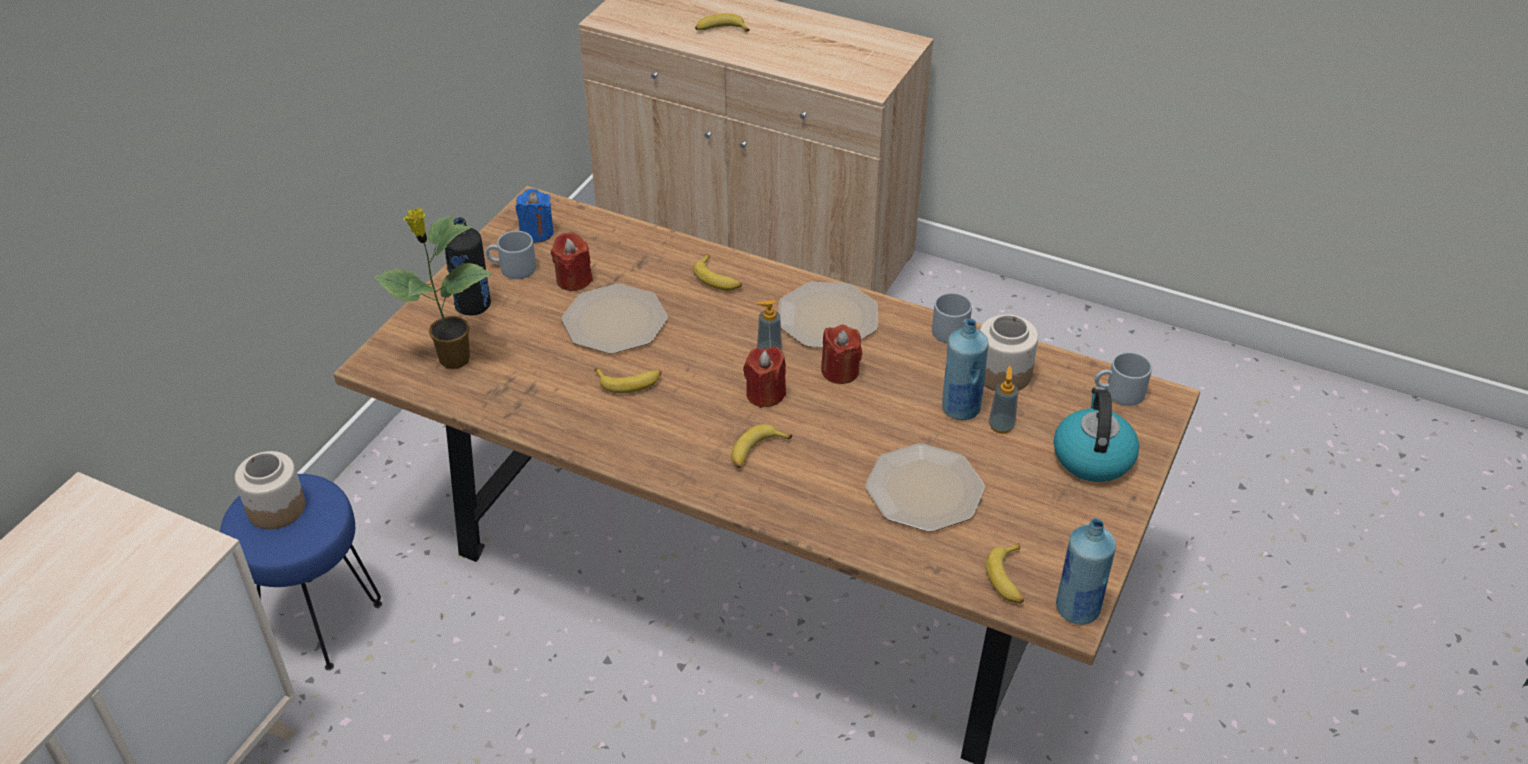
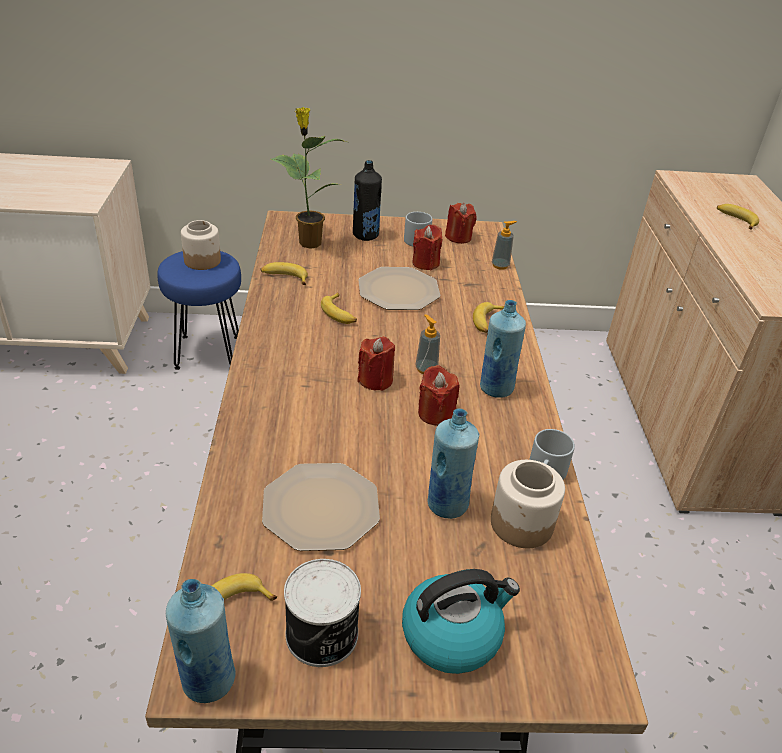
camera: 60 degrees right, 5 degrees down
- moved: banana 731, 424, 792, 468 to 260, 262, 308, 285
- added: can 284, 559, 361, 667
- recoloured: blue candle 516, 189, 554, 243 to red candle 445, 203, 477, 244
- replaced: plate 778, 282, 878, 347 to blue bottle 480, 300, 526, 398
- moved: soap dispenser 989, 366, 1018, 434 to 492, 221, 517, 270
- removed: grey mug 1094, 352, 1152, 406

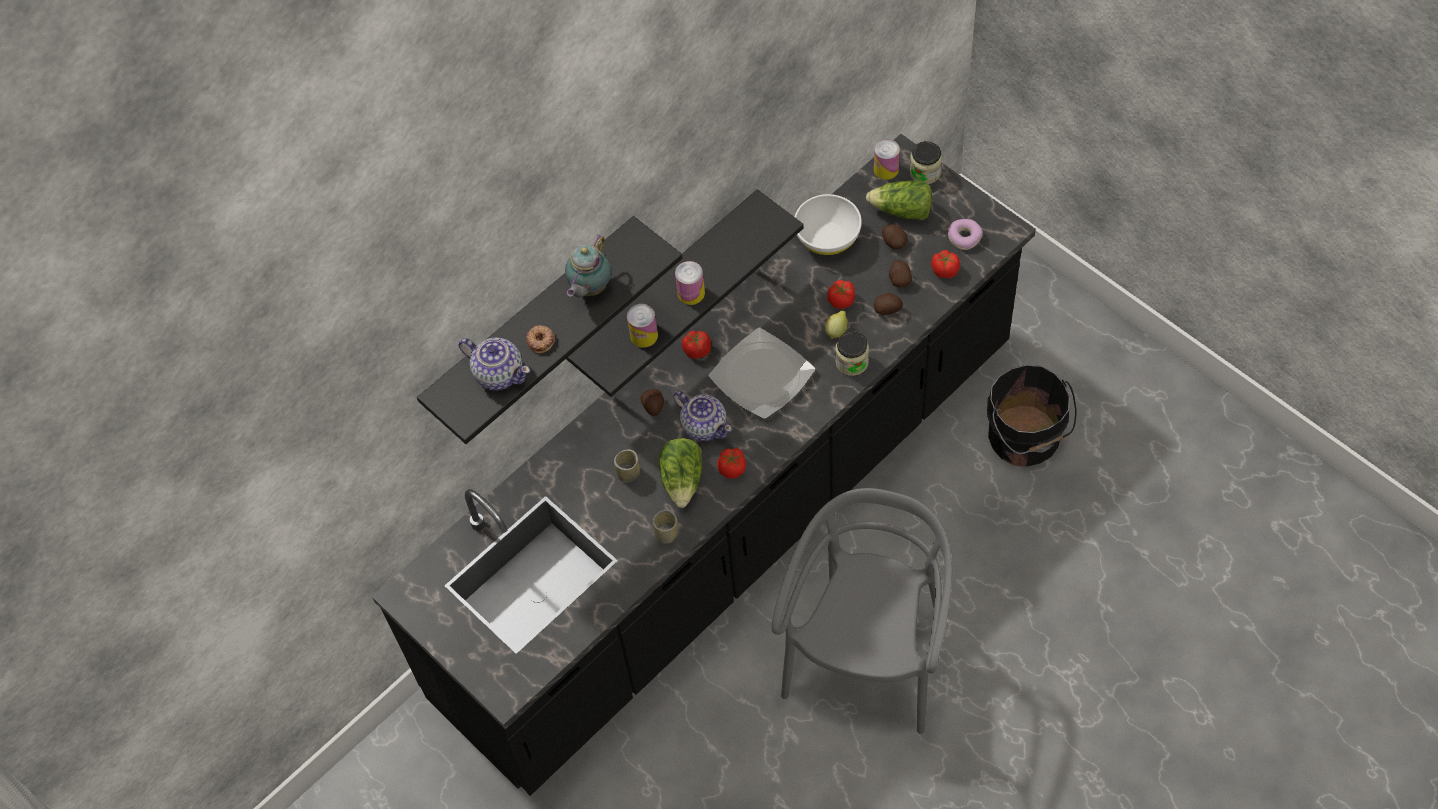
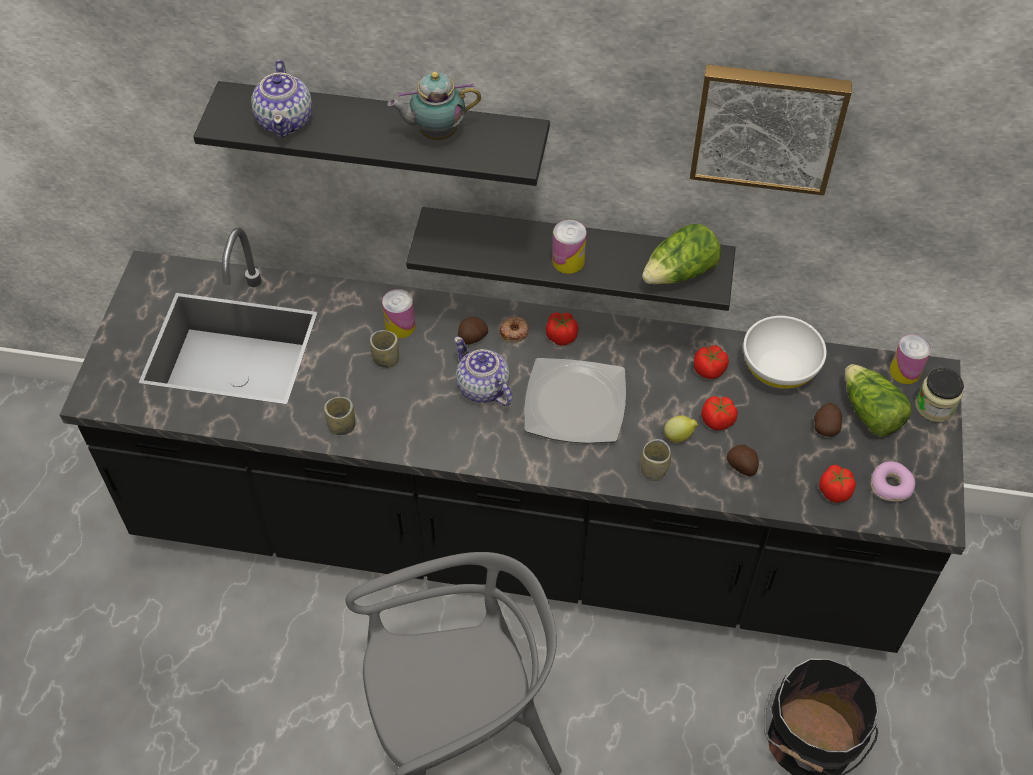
camera: 50 degrees right, 5 degrees down
- moved: can 627, 304, 658, 348 to 382, 289, 415, 338
- turned: teapot 673, 391, 732, 441 = 454, 337, 512, 406 135 degrees clockwise
- moved: donut 526, 325, 555, 353 to 500, 317, 529, 342
- replaced: jar 835, 331, 869, 376 to cup 640, 439, 671, 481
- moved: lettuce 659, 438, 702, 508 to 642, 224, 721, 284
- added: picture 690, 65, 852, 196
- moved: tomato 717, 448, 746, 479 to 694, 345, 729, 379
- removed: potato 889, 260, 912, 287

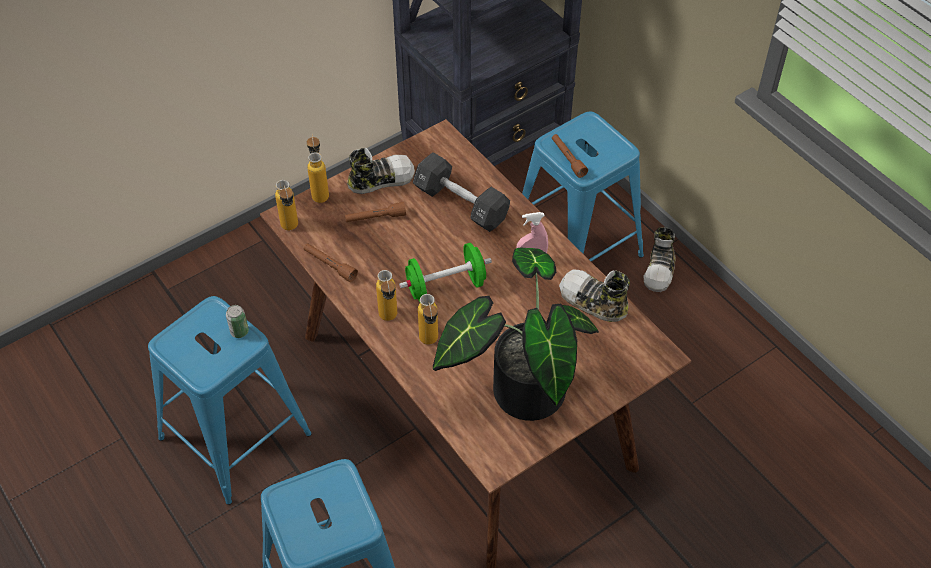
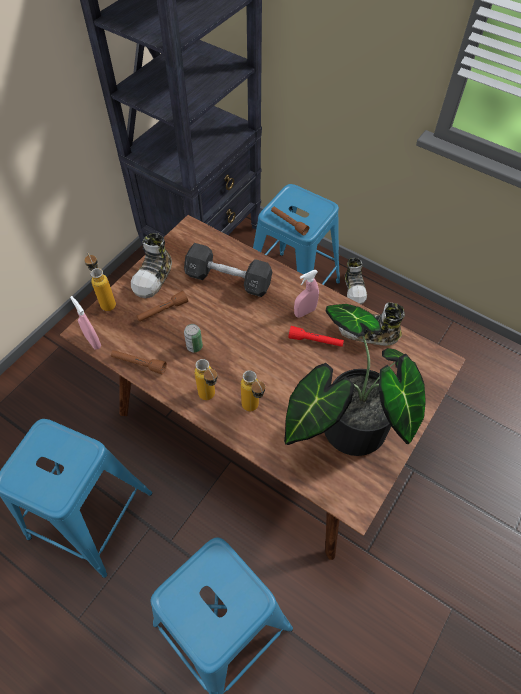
camera: 20 degrees left, 5 degrees up
- replaced: bottle 275, 180, 298, 230 to pink spray bottle 70, 296, 101, 350
- turned: shoe 347, 148, 415, 194 = 131, 233, 172, 298 150 degrees clockwise
- moved: can 226, 305, 249, 338 to 184, 324, 203, 353
- added: red flashlight 288, 326, 344, 347
- removed: green dumbbell 399, 243, 492, 302

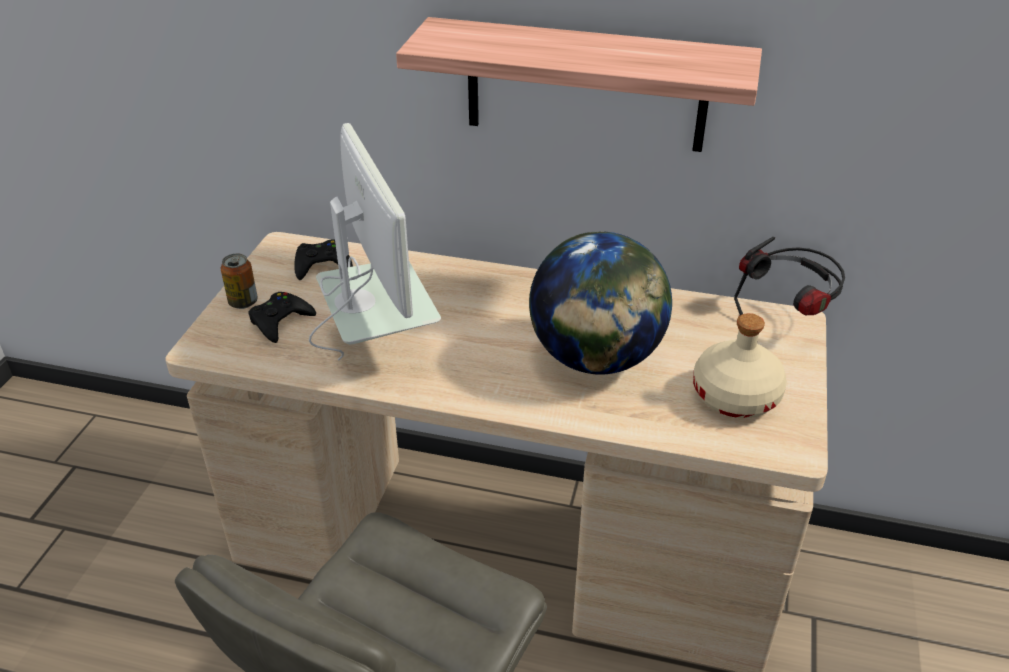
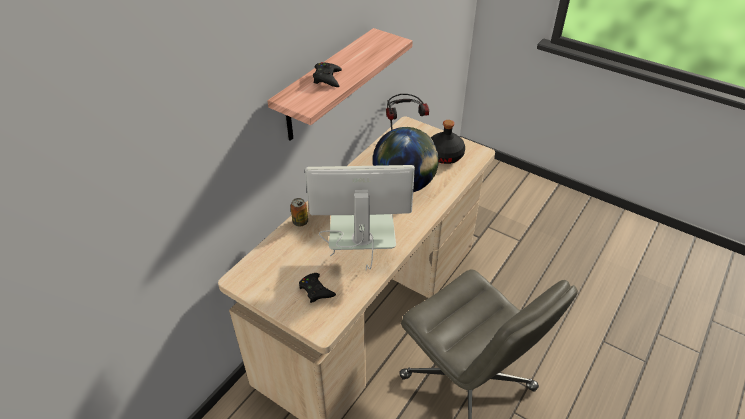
camera: 70 degrees left, 5 degrees up
- moved: can 221, 254, 258, 309 to 290, 198, 308, 227
- moved: black game controller 294, 240, 353, 280 to 313, 62, 342, 87
- recoloured: beige bottle 693, 313, 787, 418 to black bottle 431, 120, 465, 164

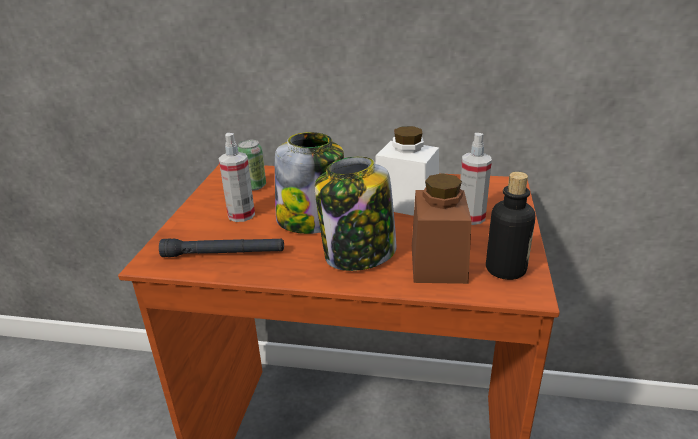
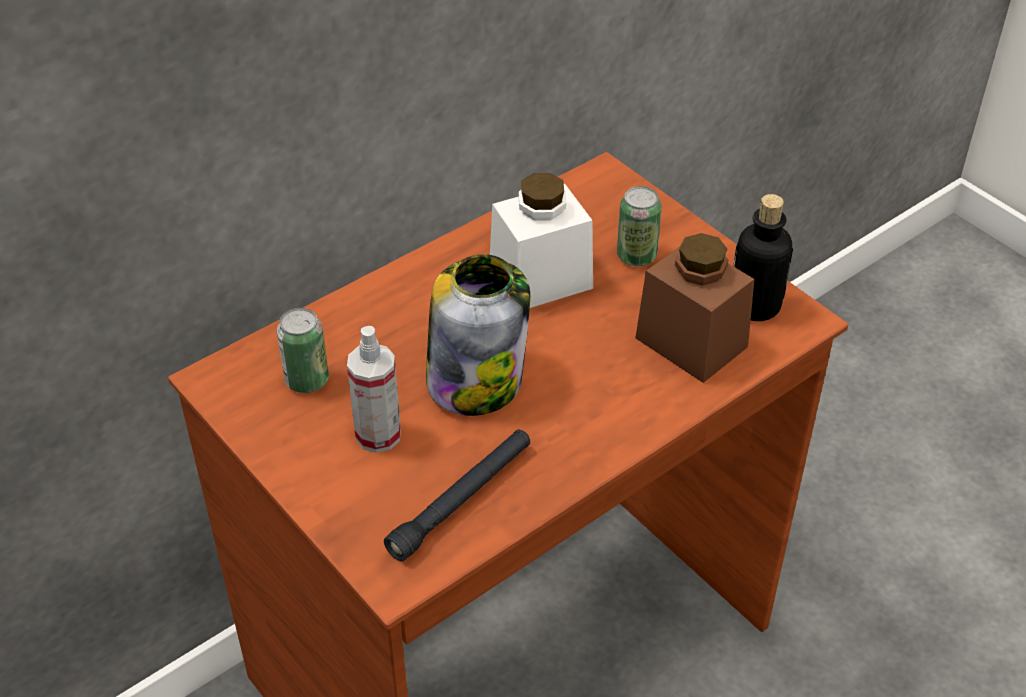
camera: 50 degrees left, 15 degrees up
- replaced: spray bottle 460, 133, 492, 225 to can 617, 186, 662, 266
- removed: jar 315, 156, 397, 271

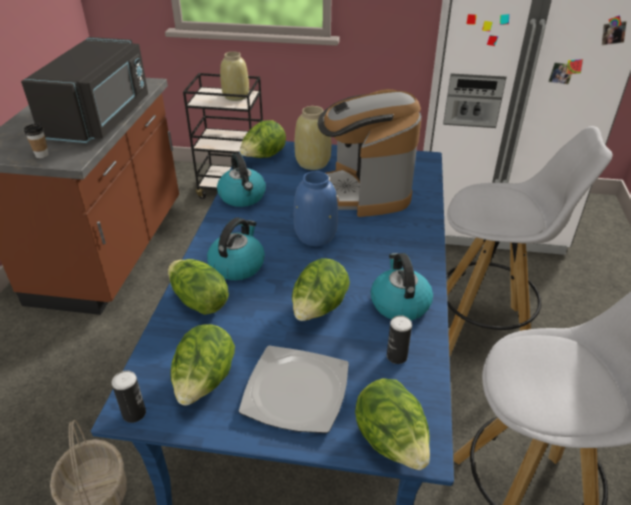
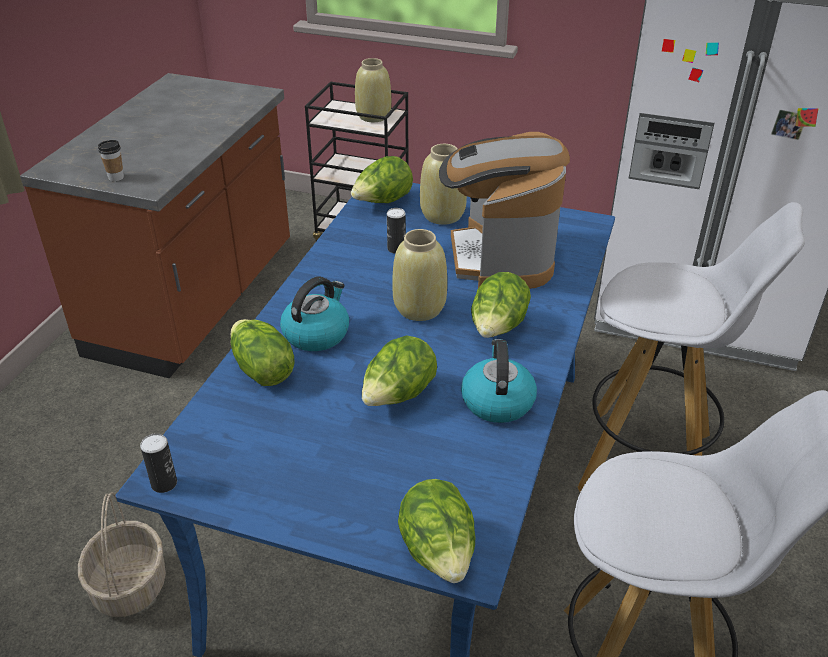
camera: 10 degrees right, 0 degrees up
- moved: can 387, 315, 412, 364 to 387, 208, 406, 254
- recoloured: blue vase 294, 171, 338, 246 to beige vase 392, 229, 447, 321
- moved: lettuce 170, 324, 235, 406 to 471, 272, 531, 338
- removed: black microwave 21, 37, 148, 143
- removed: kettle 217, 153, 266, 207
- removed: plate 239, 346, 349, 433

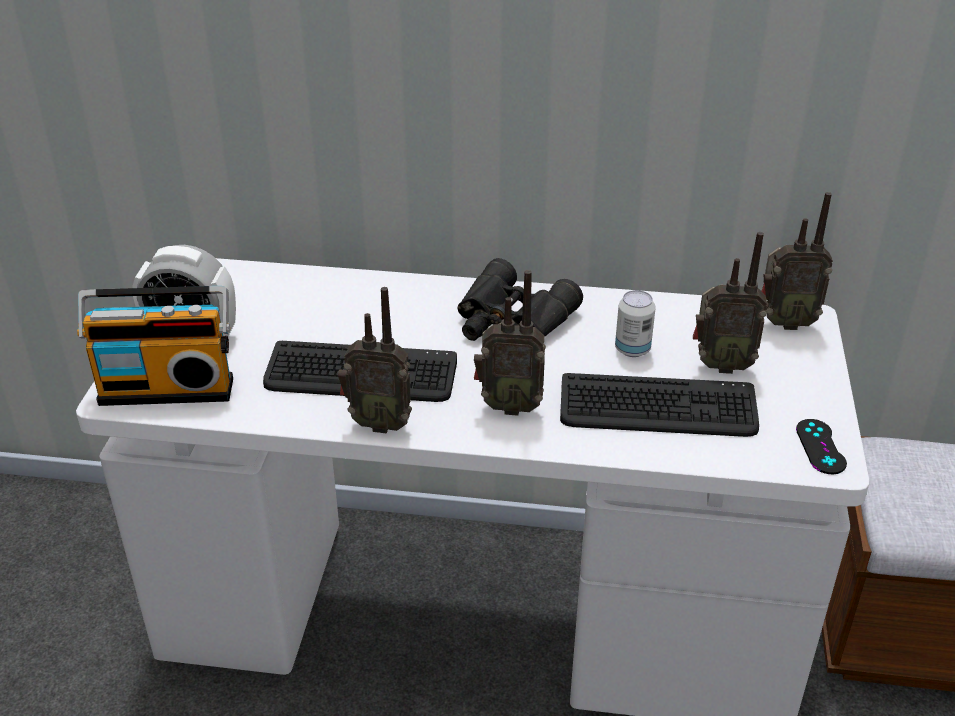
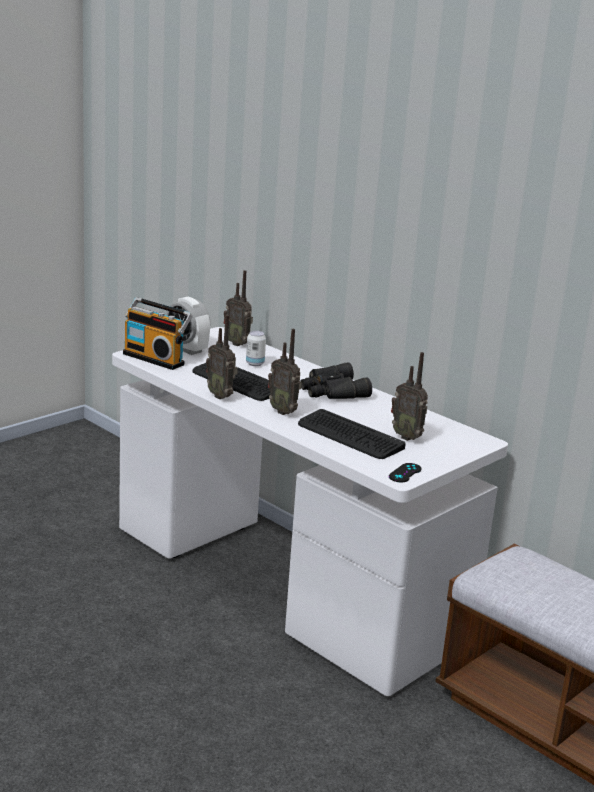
camera: 35 degrees right, 15 degrees down
- moved: radio 762, 192, 833, 330 to 224, 270, 253, 346
- moved: can 615, 290, 656, 357 to 246, 331, 266, 366

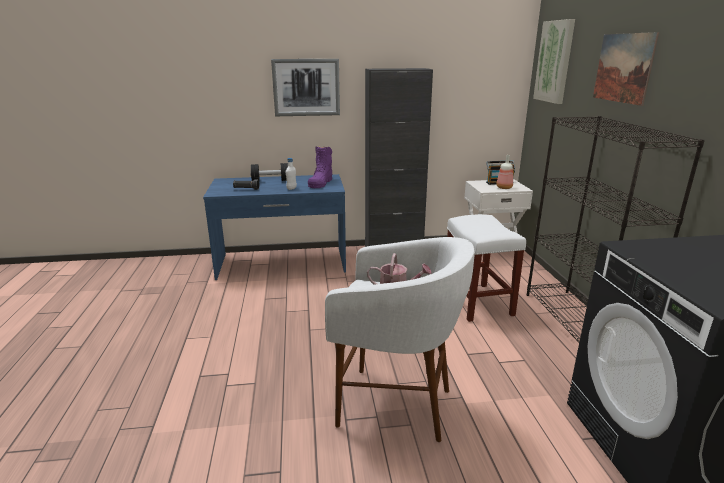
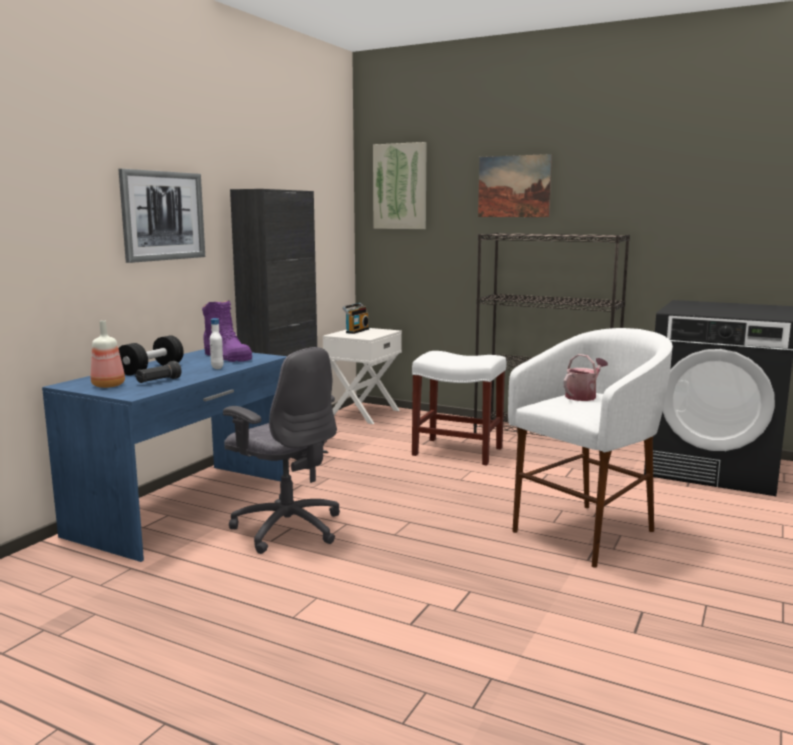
camera: 55 degrees left, 10 degrees down
- moved: bottle 496, 155, 513, 189 to 91, 320, 125, 388
- added: grey office chair 223, 347, 340, 554

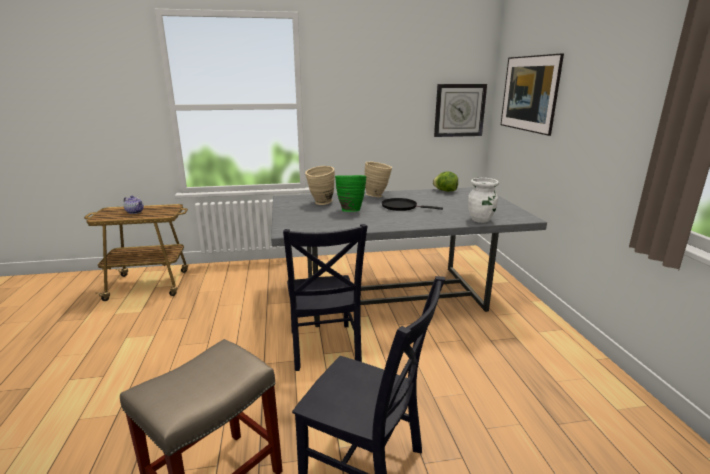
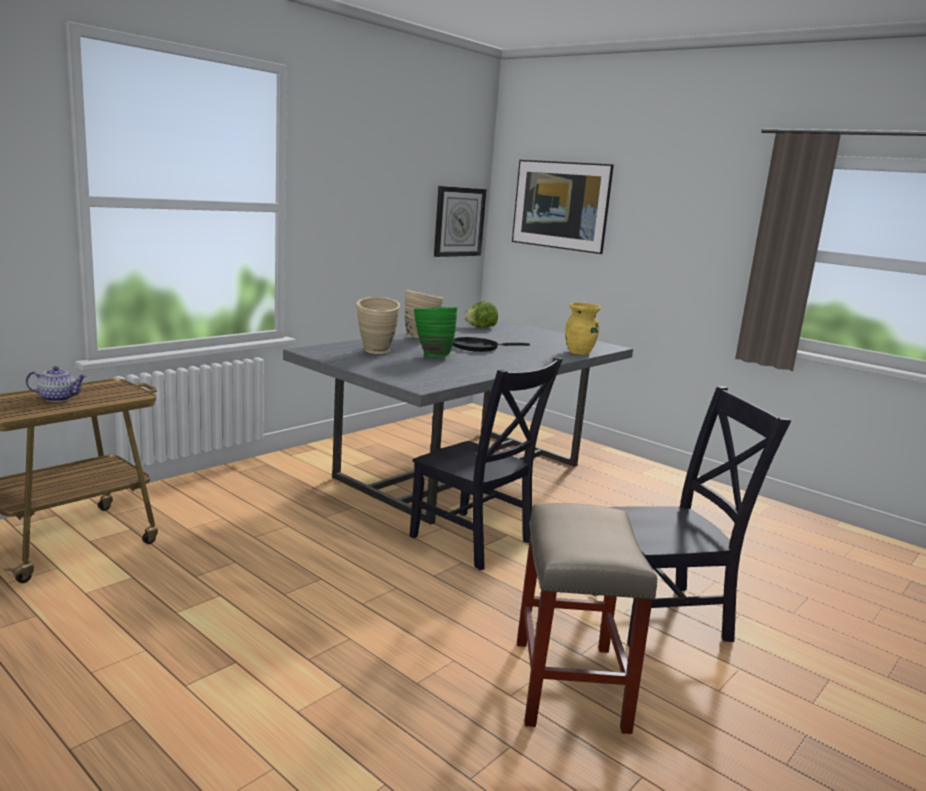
camera: 40 degrees left, 5 degrees down
- recoloured: white vase 468, 178, 499, 223 to yellow vase 565, 302, 601, 355

